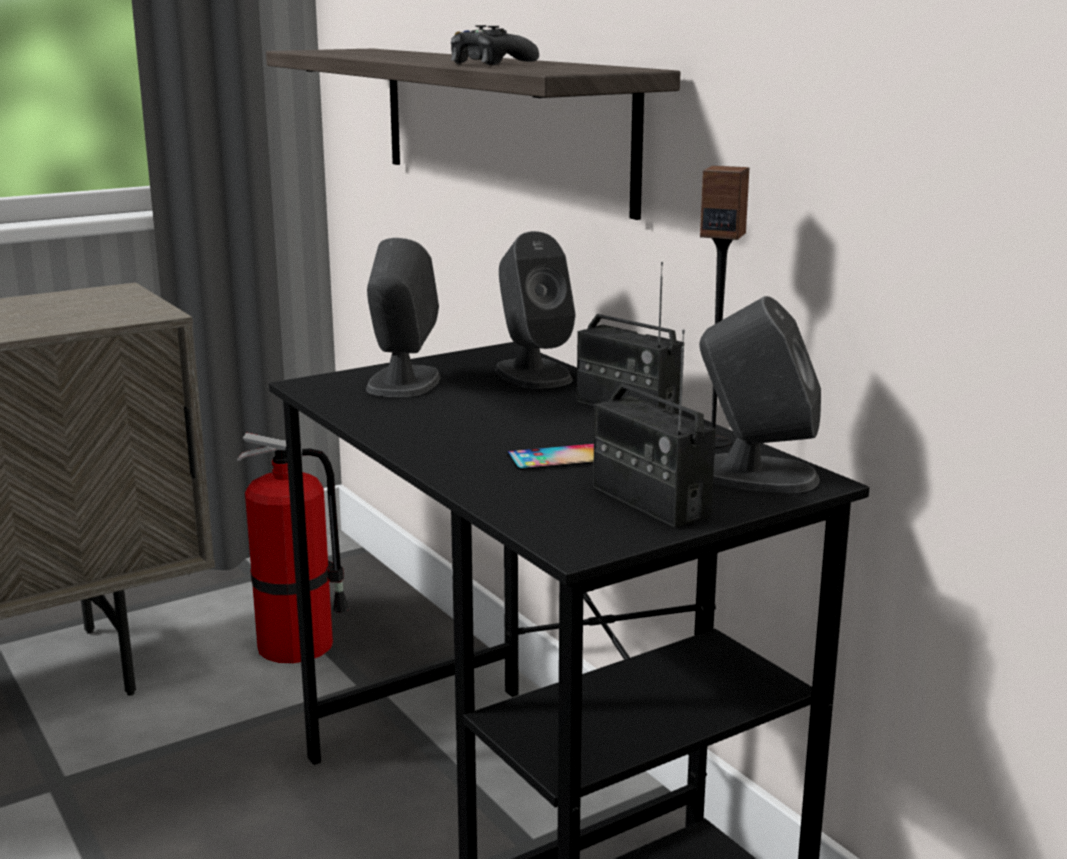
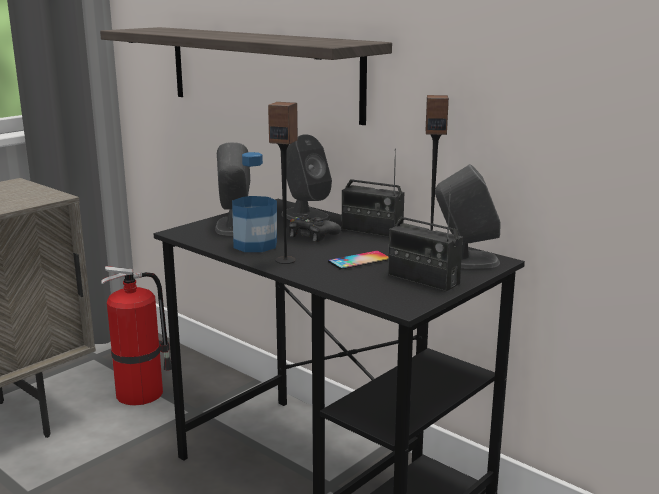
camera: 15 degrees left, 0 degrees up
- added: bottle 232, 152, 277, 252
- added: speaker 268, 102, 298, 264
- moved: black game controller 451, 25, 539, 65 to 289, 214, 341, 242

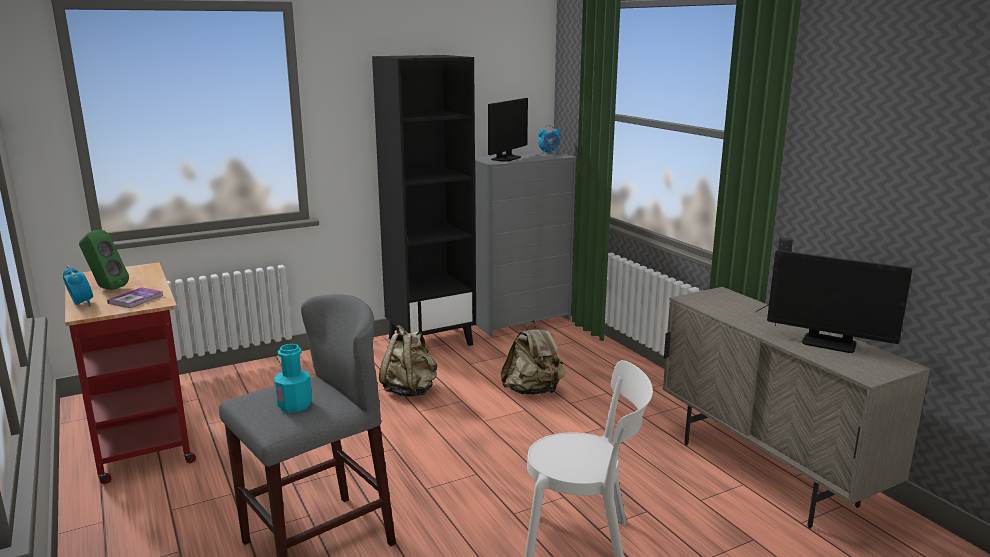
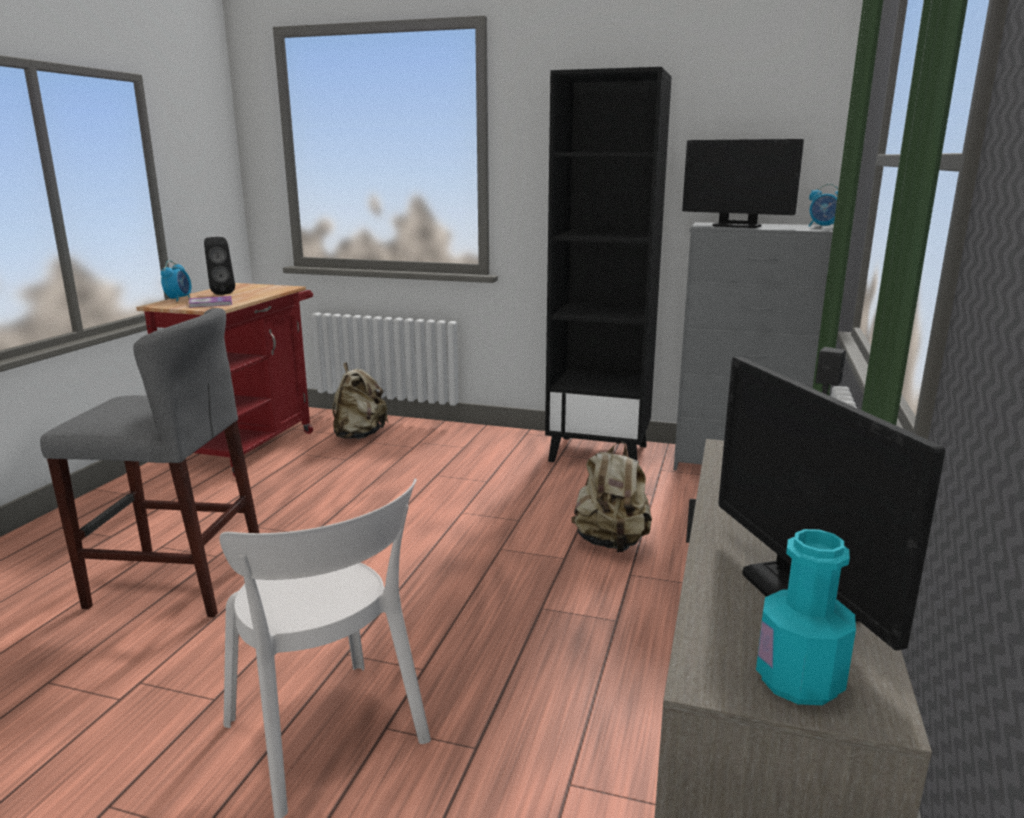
camera: 45 degrees right, 0 degrees up
- recoloured: green speaker 79, 229, 129, 290 to black speaker 204, 237, 235, 295
- moved: beige backpack 379, 325, 437, 397 to 332, 362, 389, 439
- turned: monitor 488, 98, 528, 162 = 682, 139, 804, 228 45 degrees clockwise
- moved: turquoise bottle 274, 344, 312, 412 to 756, 529, 856, 705

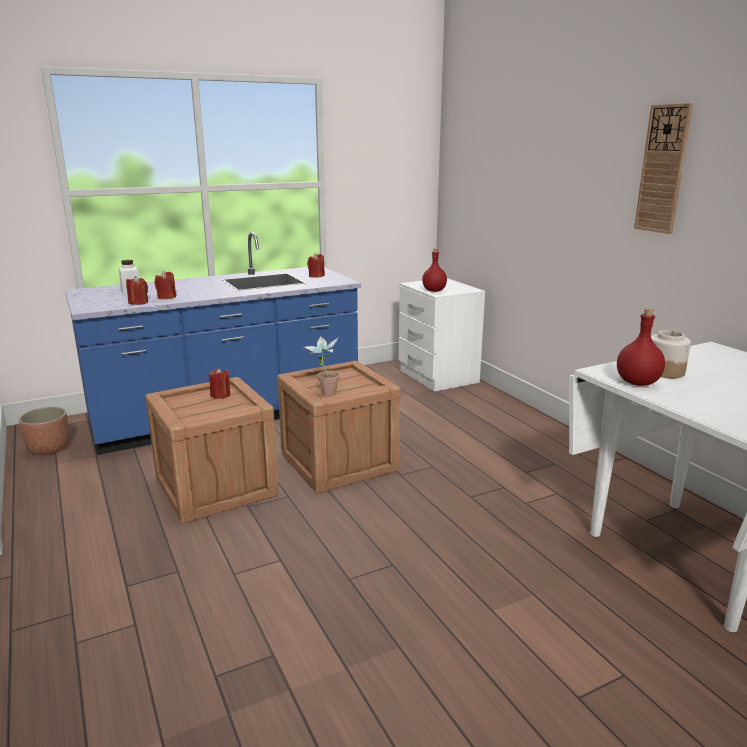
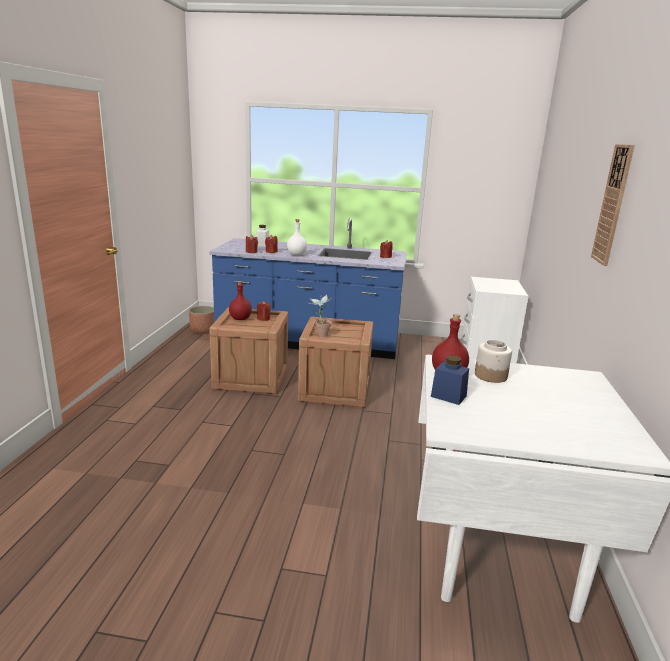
camera: 35 degrees right, 0 degrees up
- moved: red bottle 422, 248, 447, 292 to 229, 281, 252, 320
- added: white bottle 287, 219, 307, 255
- added: blue jar 431, 355, 469, 405

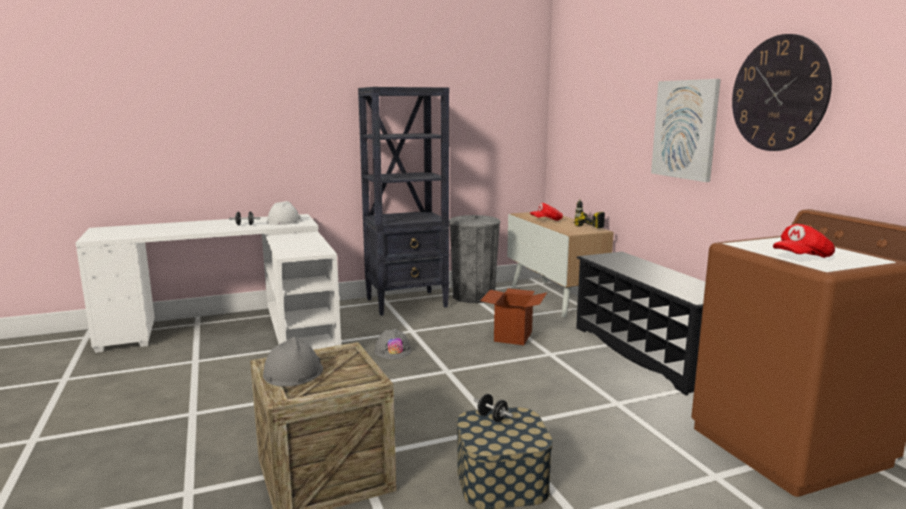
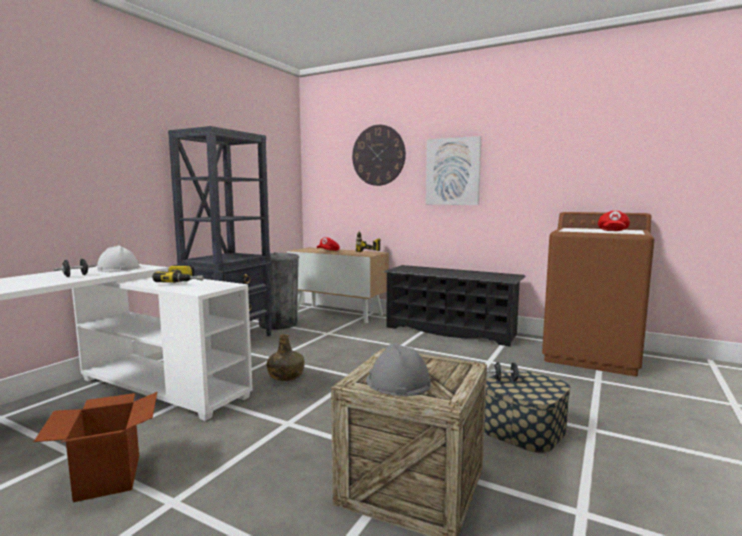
camera: 40 degrees left, 5 degrees down
- moved: cardboard box 480, 288, 547, 345 to 34, 392, 157, 502
- added: power drill 152, 265, 204, 283
- replaced: grey hard hat 374, 328, 411, 359 to green bottle 267, 334, 305, 381
- moved: wall clock 732, 34, 832, 151 to 352, 125, 406, 186

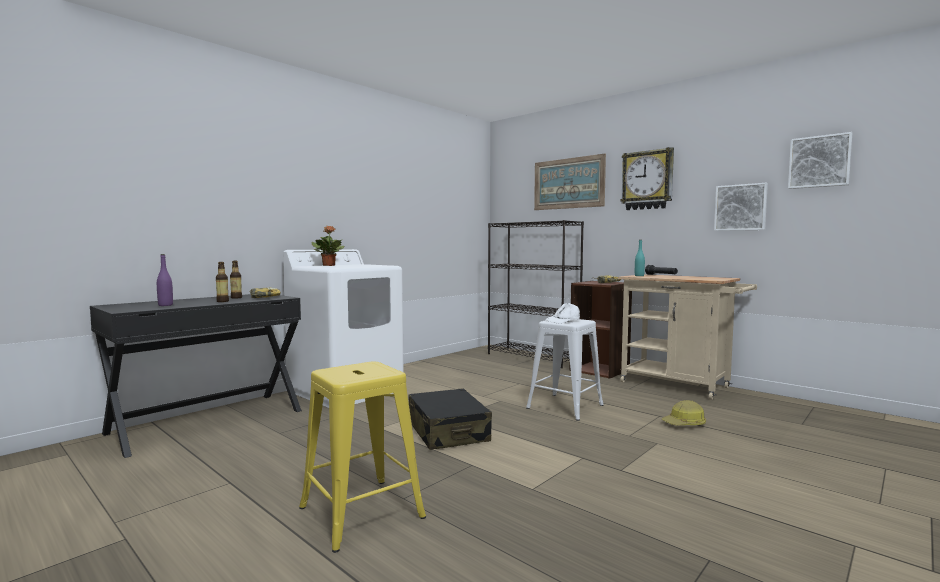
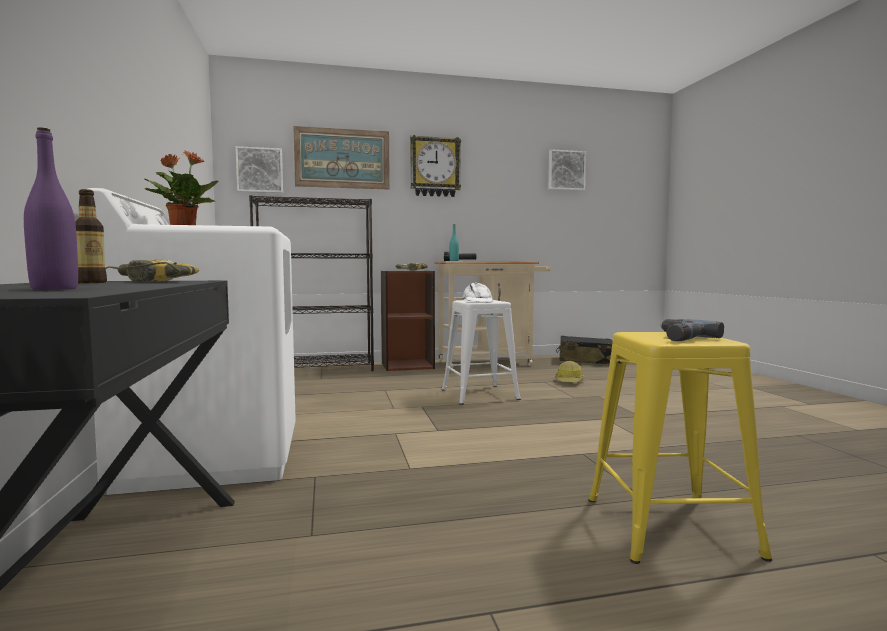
camera: 55 degrees left, 0 degrees up
- moved: picture 714, 183, 768, 231 to 236, 146, 283, 193
- moved: black suitcase 408, 388, 492, 450 to 556, 336, 613, 364
- added: power drill 660, 319, 724, 341
- removed: bottle 216, 262, 229, 302

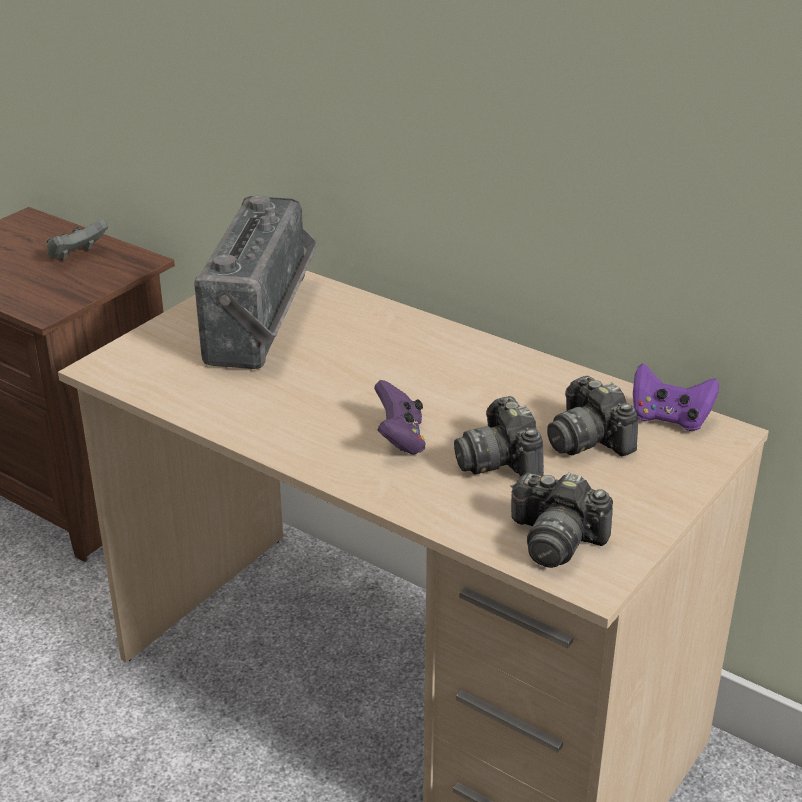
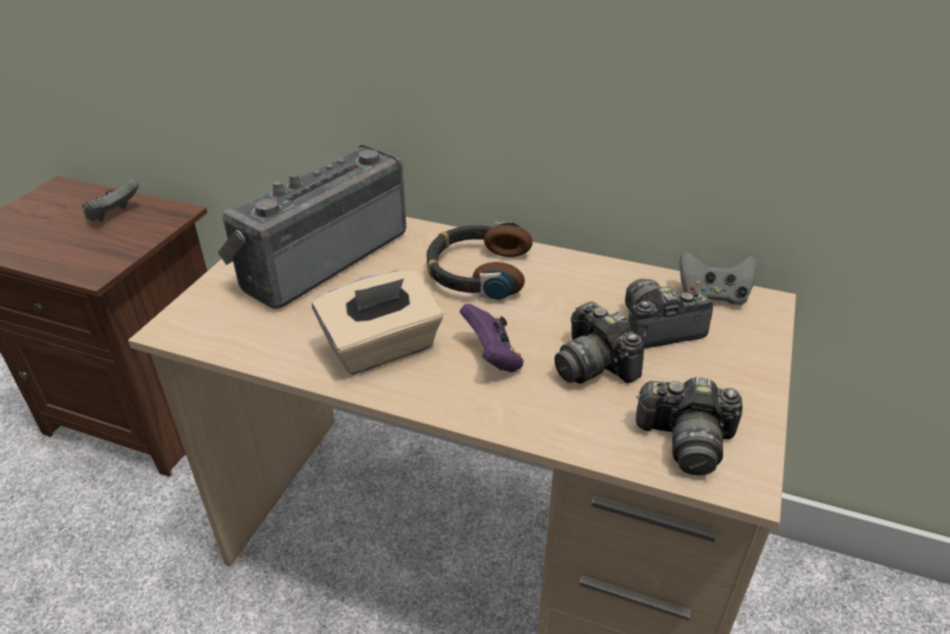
camera: 15 degrees left, 5 degrees up
- turned: radio 194, 195, 318, 369 = 218, 145, 406, 309 135 degrees counterclockwise
- added: beige tissue box 312, 270, 443, 375
- added: headphones 427, 221, 533, 301
- turned: photo camera 547, 376, 638, 456 = 625, 279, 713, 348 120 degrees clockwise
- recoloured: purple game controller 633, 363, 719, 431 to grey game controller 679, 251, 757, 306

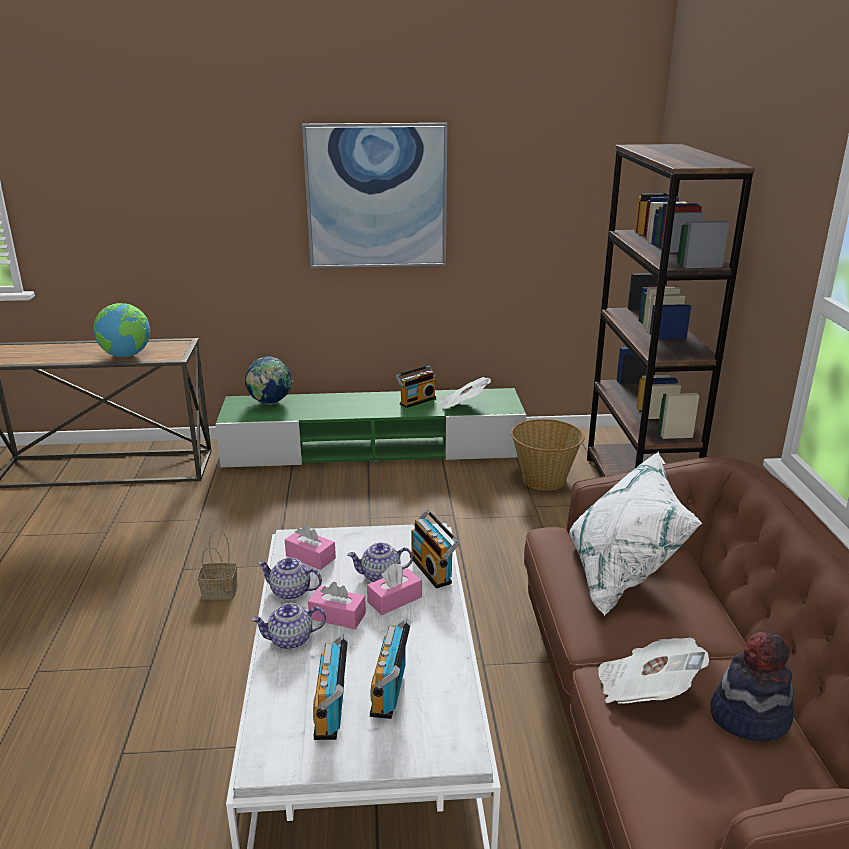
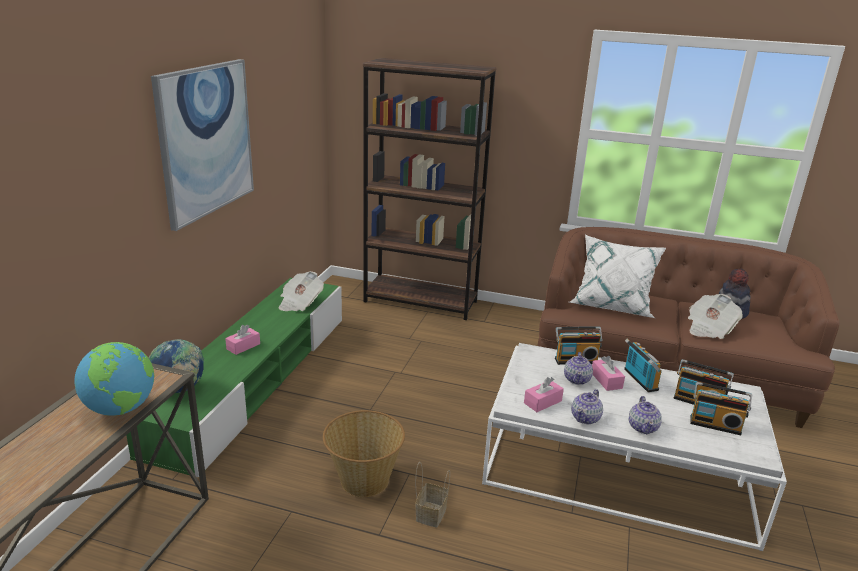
camera: 70 degrees left, 0 degrees up
- moved: pink tissue box 308, 582, 366, 629 to 225, 324, 260, 355
- moved: basket 511, 419, 584, 491 to 323, 410, 405, 497
- moved: radio 396, 365, 436, 408 to 624, 339, 662, 392

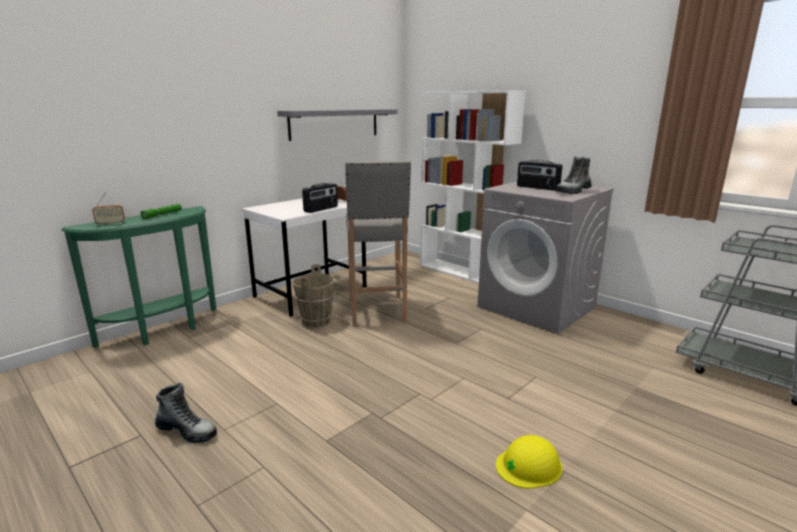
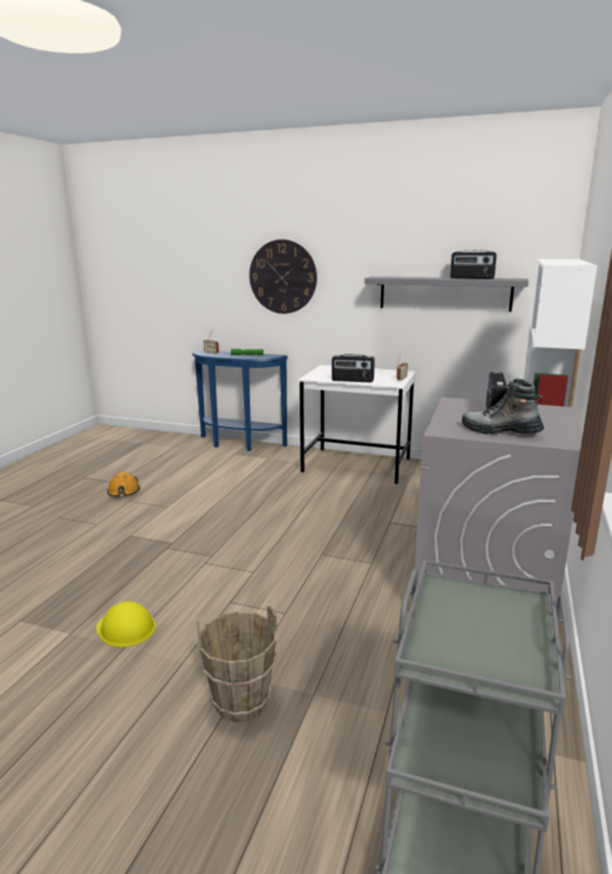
camera: 65 degrees right, 0 degrees up
- replaced: boot 155, 383, 217, 444 to orange hard hat 107, 472, 140, 497
- recoloured: green console table 61, 206, 216, 348 to blue console table 192, 350, 288, 451
- moved: brown bucket 292, 264, 335, 327 to 197, 606, 277, 722
- added: wall clock 249, 239, 317, 314
- added: radio 450, 250, 497, 279
- removed: grey stool 345, 160, 411, 326

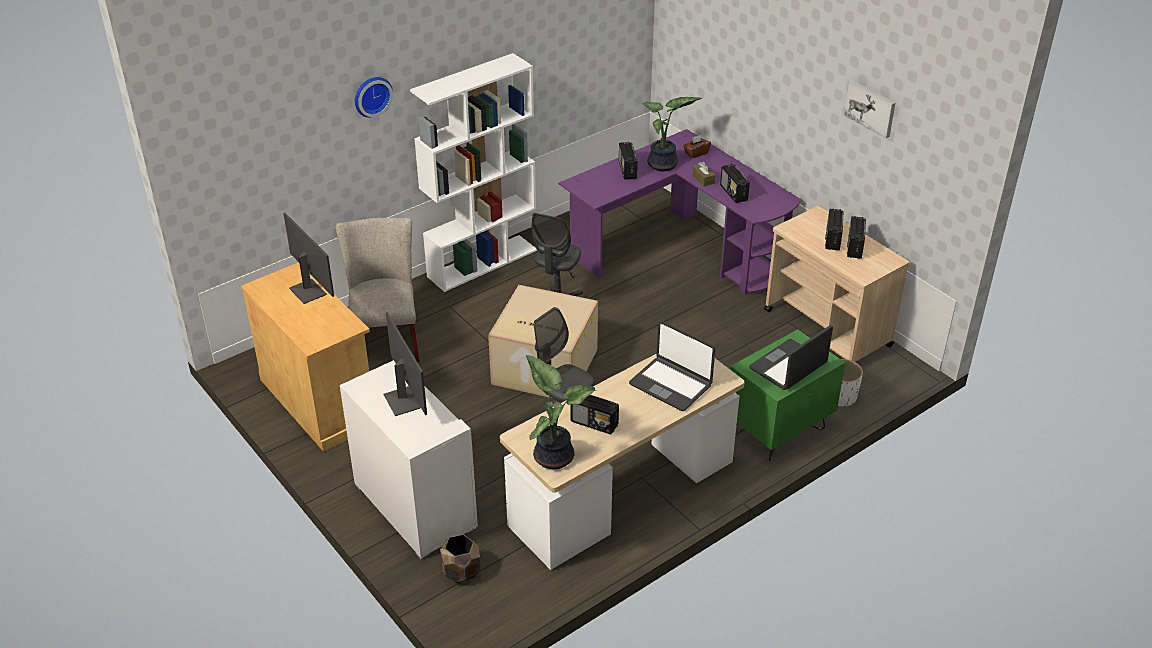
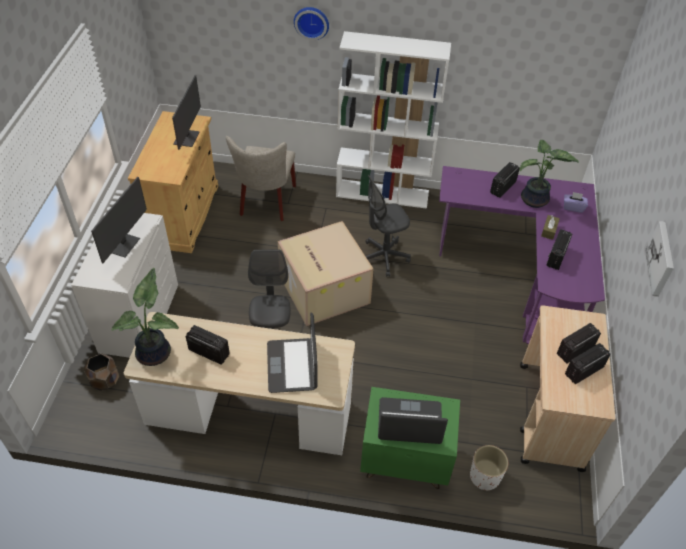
camera: 45 degrees right, 10 degrees up
- turned: radio 570, 395, 619, 434 = 186, 325, 230, 365 135 degrees clockwise
- turned: beige chair 335, 218, 420, 362 = 226, 136, 296, 221 150 degrees clockwise
- recoloured: brown tissue box 683, 135, 711, 158 to purple tissue box 564, 192, 588, 213

